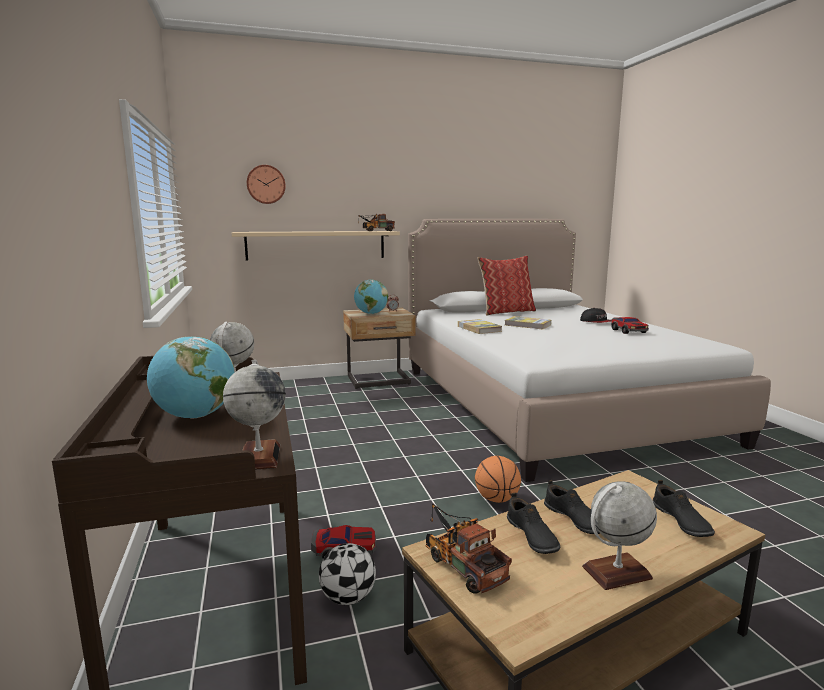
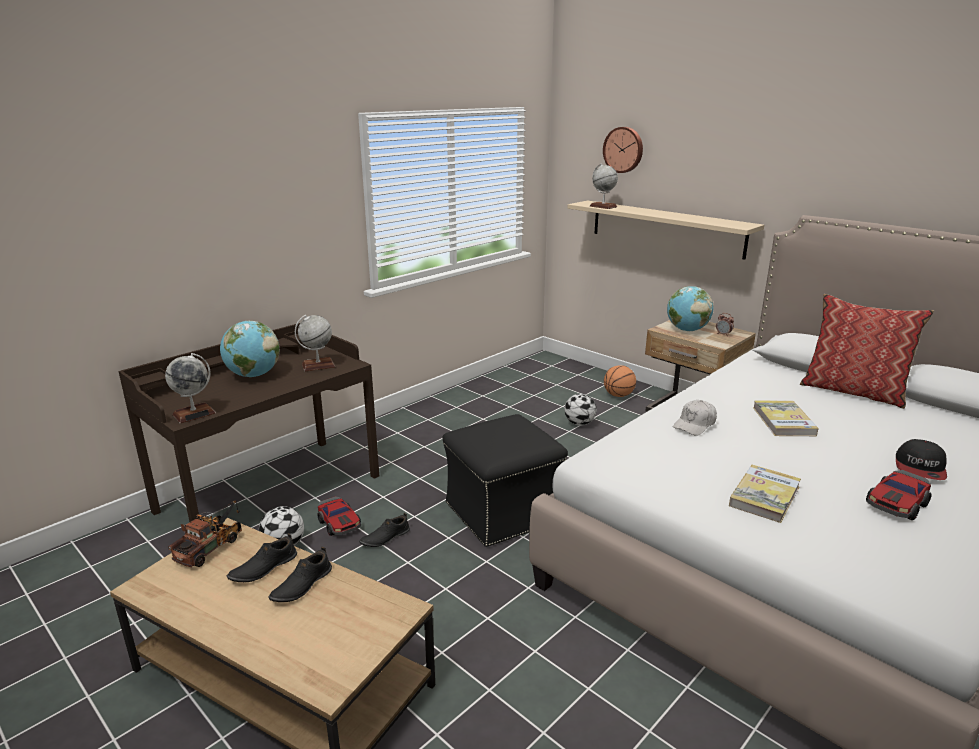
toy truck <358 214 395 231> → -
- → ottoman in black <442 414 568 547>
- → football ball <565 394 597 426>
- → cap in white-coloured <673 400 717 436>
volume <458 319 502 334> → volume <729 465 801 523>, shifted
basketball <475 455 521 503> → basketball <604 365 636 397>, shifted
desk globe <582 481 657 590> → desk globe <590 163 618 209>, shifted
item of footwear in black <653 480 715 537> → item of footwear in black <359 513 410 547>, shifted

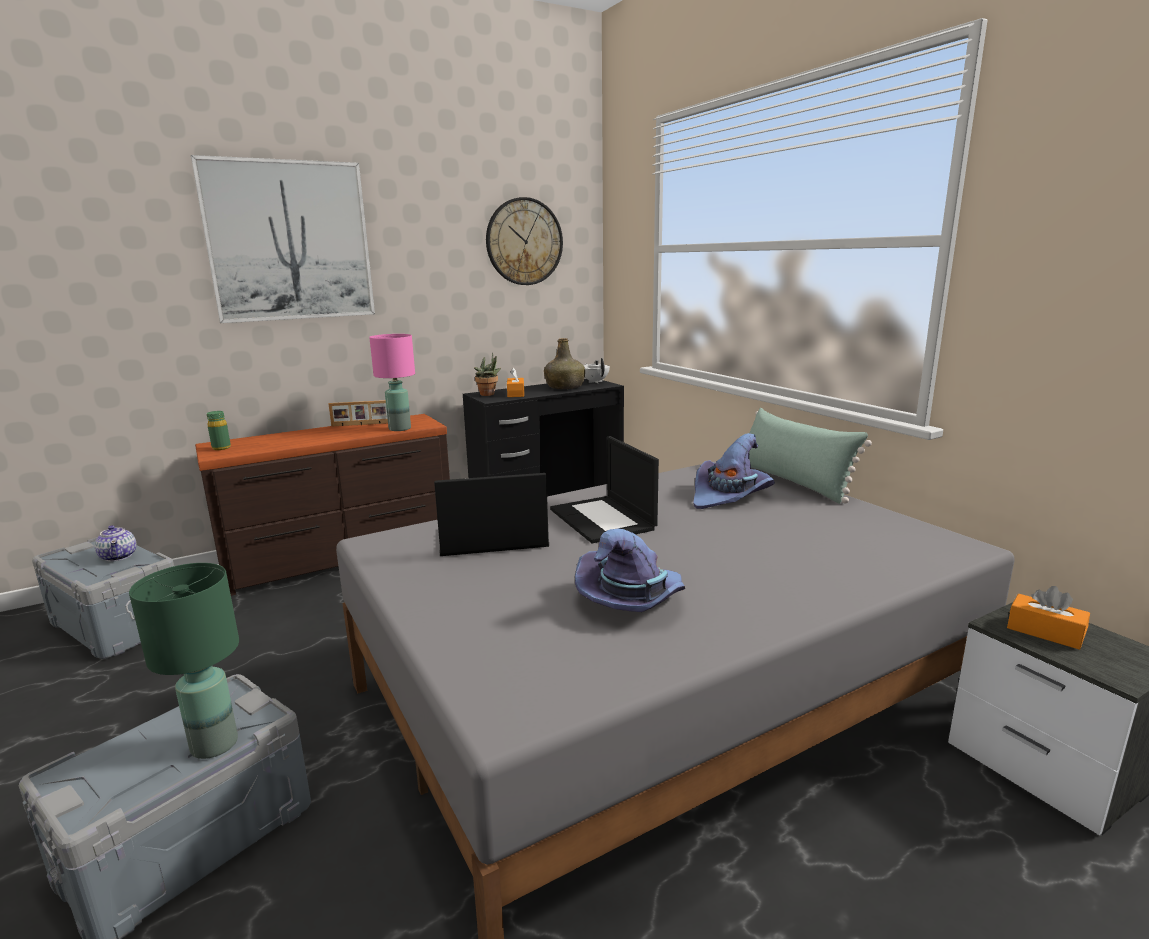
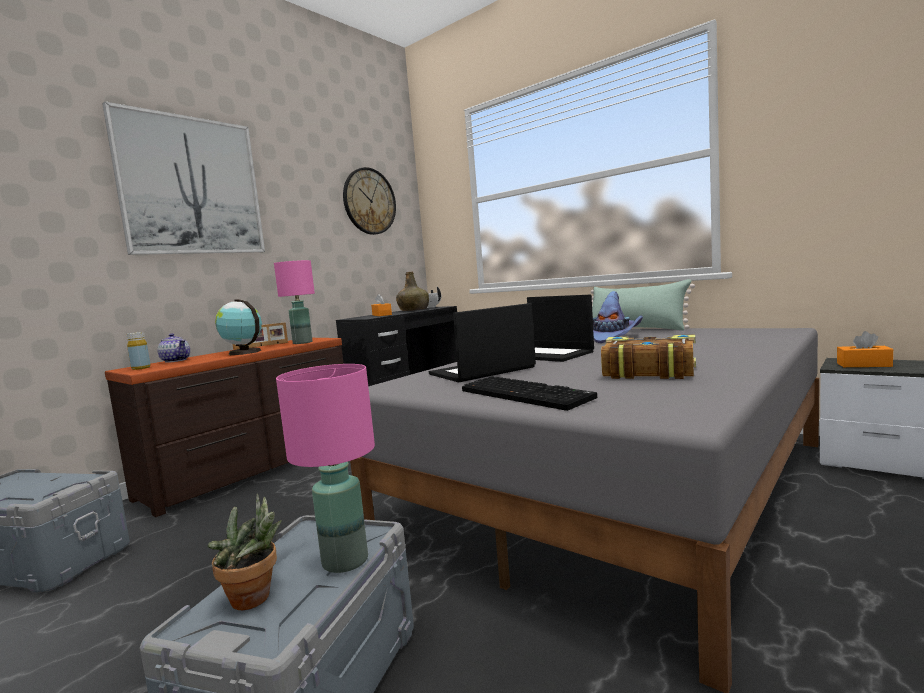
- → desk globe <215 299 262 355>
- → PC keyboard <462 376 597 411>
teapot <94 525 137 562> → teapot <157 333 190 363>, shifted
houseplant <474 353 501 396> → houseplant <207 494 282 610>, shifted
clothing hat in purple <575 528 685 612> → volume <601 335 696 379>
table lamp in greenish <129 563 239 759> → table lamp in pink-coloured <276 364 375 573>
bottle in greenish <207 411 231 450> → bottle in yellow <126 332 151 370>

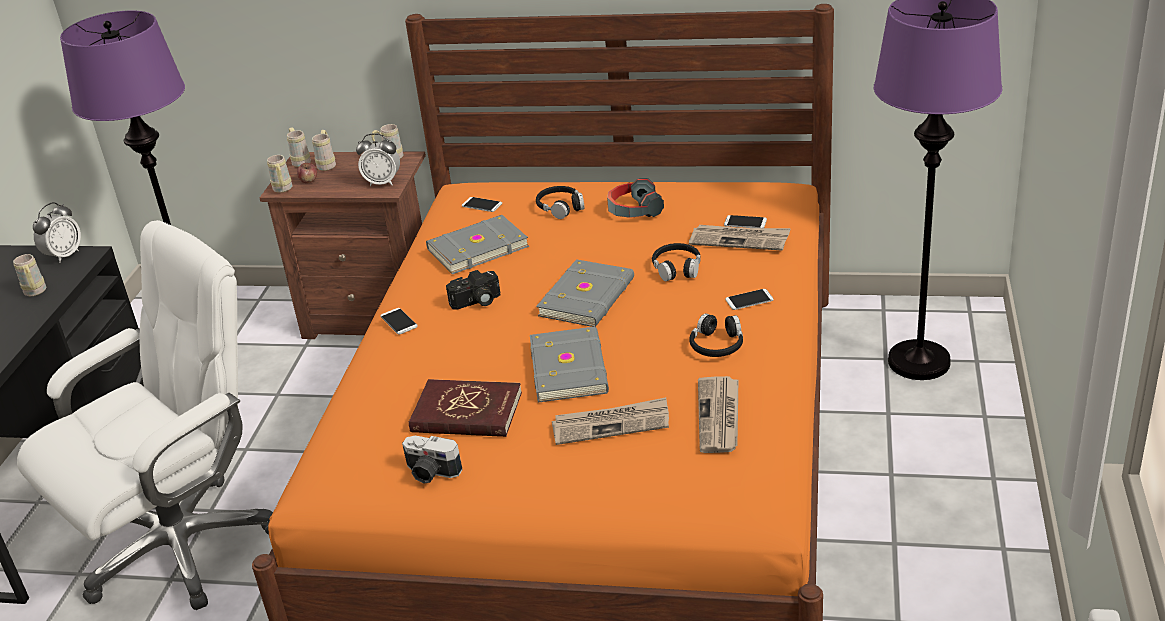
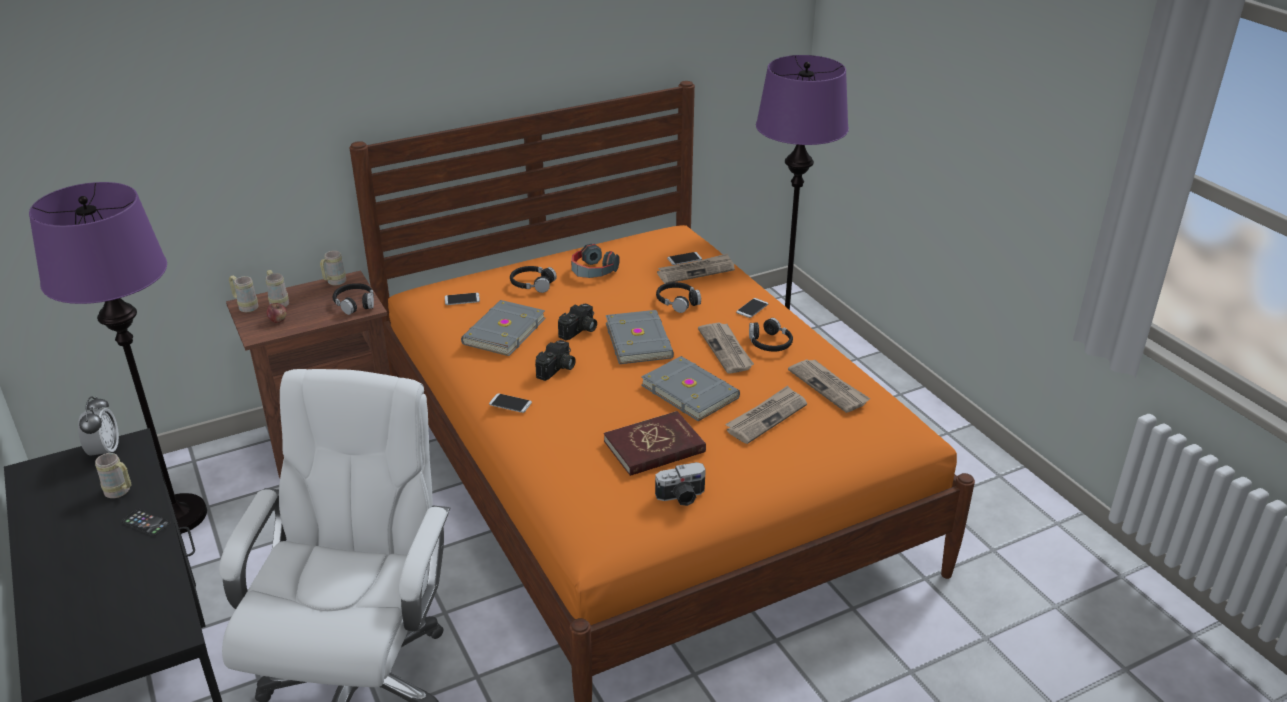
tea mug in beige <267 155 292 193> → -
- → handset <121 509 171 536>
- → photo camera <558 304 597 340>
- → printed paper <698 323 754 374>
alarm clock <356 133 400 186> → headphones in black <333 283 374 315>

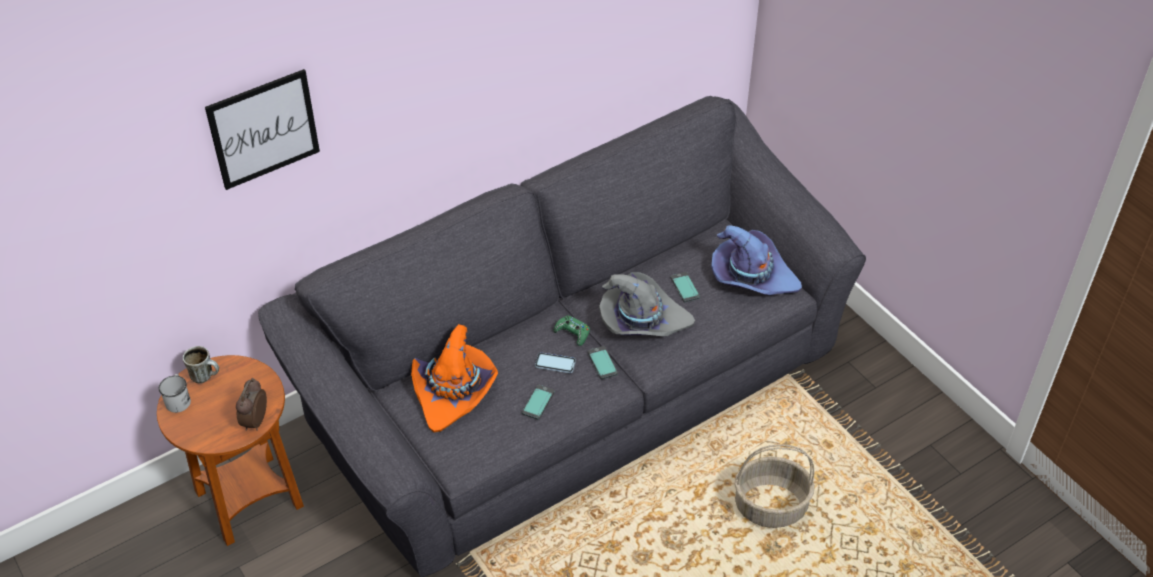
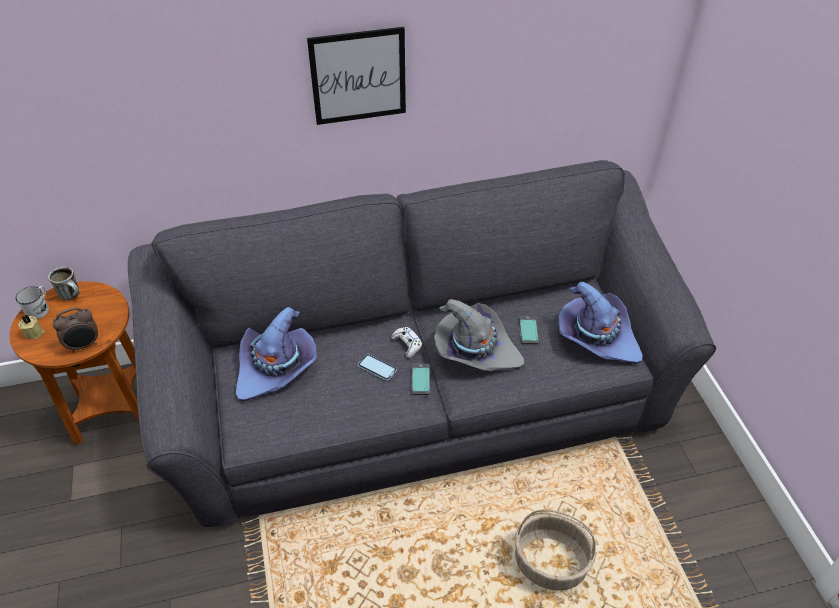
handset <522 385 555 420> → -
- → candle in beige <19 315 45 340>
wall art <205 69 320 190> → wall art <307 27 406 125>, shifted
clothing hat in orange-coloured <411 324 498 433> → clothing hat in purple <236 307 317 401>
joypad in greenish <554 315 590 346> → joypad in white-coloured <391 327 422 358>
alarm clock <236 378 267 431> → alarm clock <52 307 98 353>, 150 degrees counterclockwise

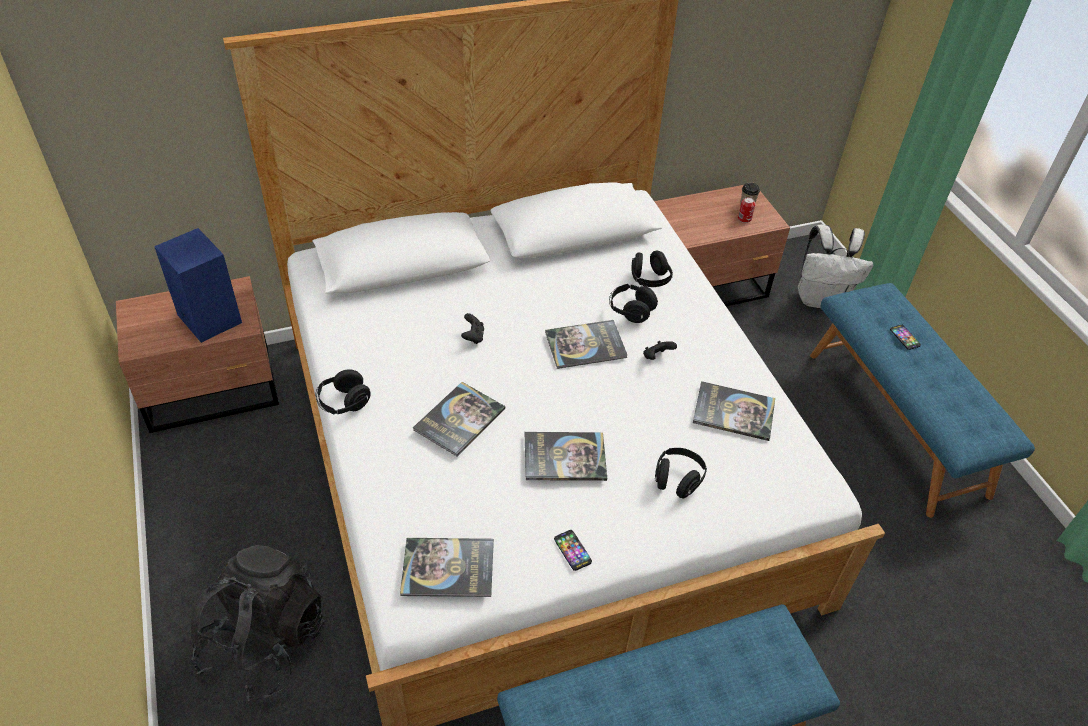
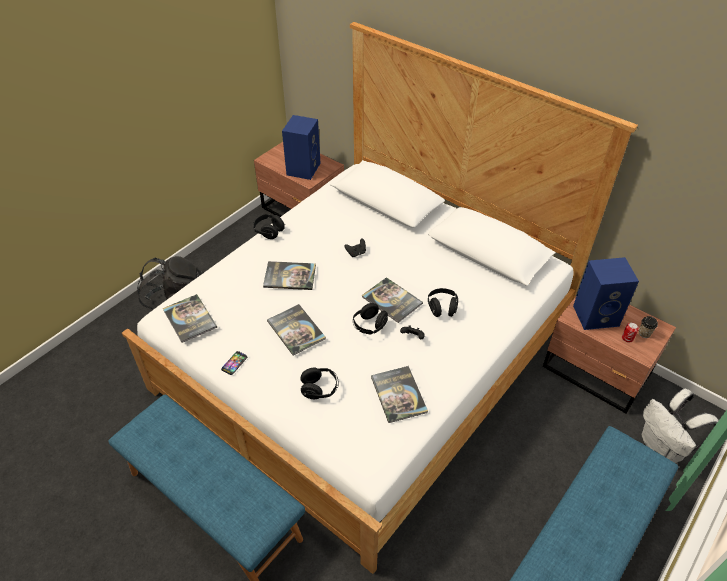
handset <890 325 921 350> → -
- → speaker in bluish <573 257 639 330>
headphones in black <632 250 673 287> → headphones in black <353 303 388 334>, shifted

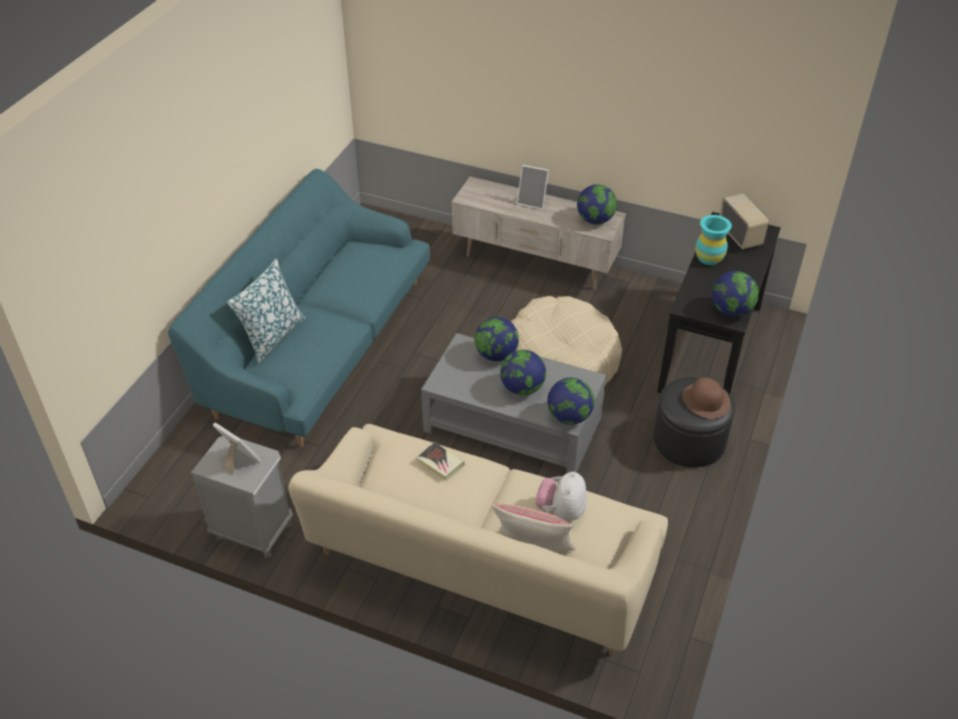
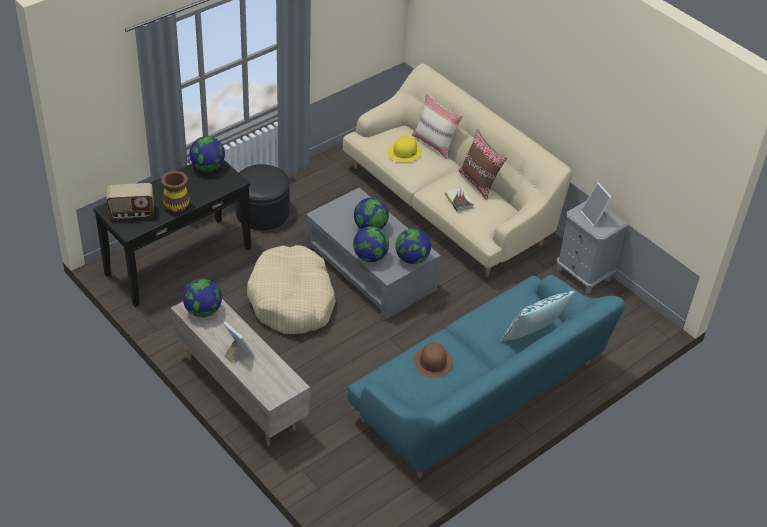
- → throw pillow in brown-coloured <458 130 507 200>
desk globe <547 378 594 425> → desk globe <395 228 431 264>, shifted
clothing hat in brown-coloured <682 378 730 419> → clothing hat in brown-coloured <413 342 453 378>, shifted
cuddly toy <536 471 587 521> → clothing hat in yellow <388 135 422 163>
flower vase in turquoise-coloured <695 215 732 265> → flower vase in brown-coloured <161 171 190 213>
radio set <719 193 769 249> → radio set <106 183 154 219>, 105 degrees counterclockwise

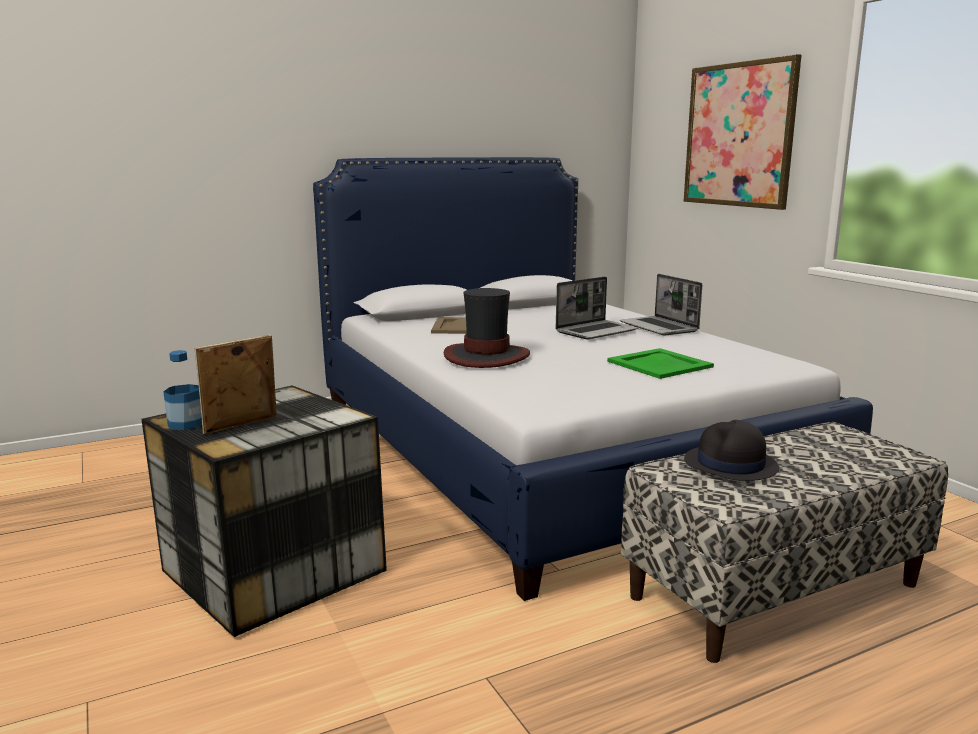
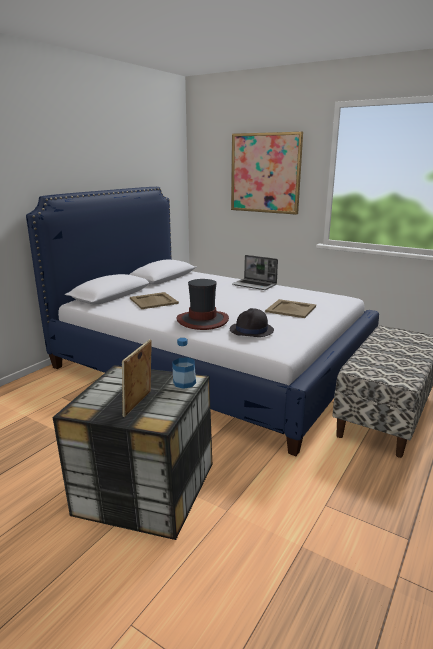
notebook computer <556 277 638 339> → -
bottle <163 350 202 430> → bottle <172 338 196 389>, shifted
clothing hat in black <684 420 779 481> → clothing hat in black <230 308 274 337>, shifted
serving tray in greenish <607 348 714 379> → serving tray in beige <265 299 316 318>

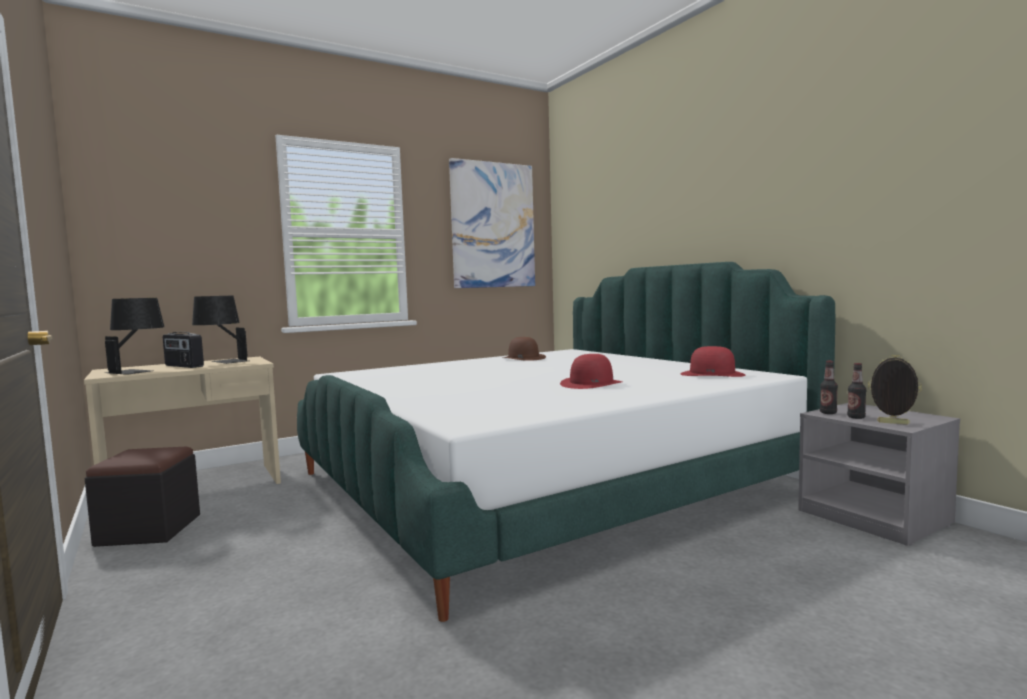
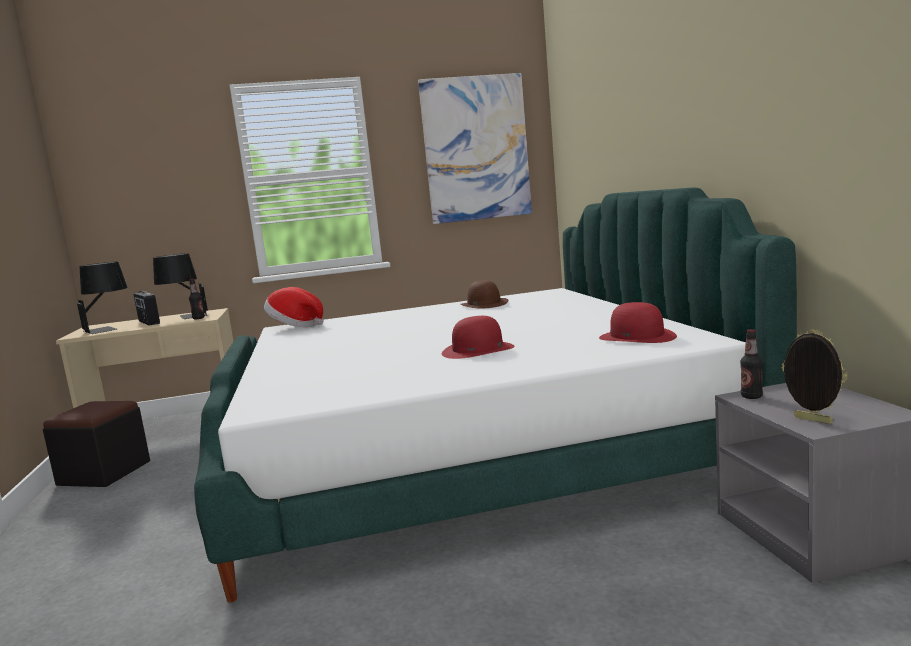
- → clothing hat <264 287 324 327>
bottle <847 363 866 419> → bottle <189 279 205 319>, shifted

